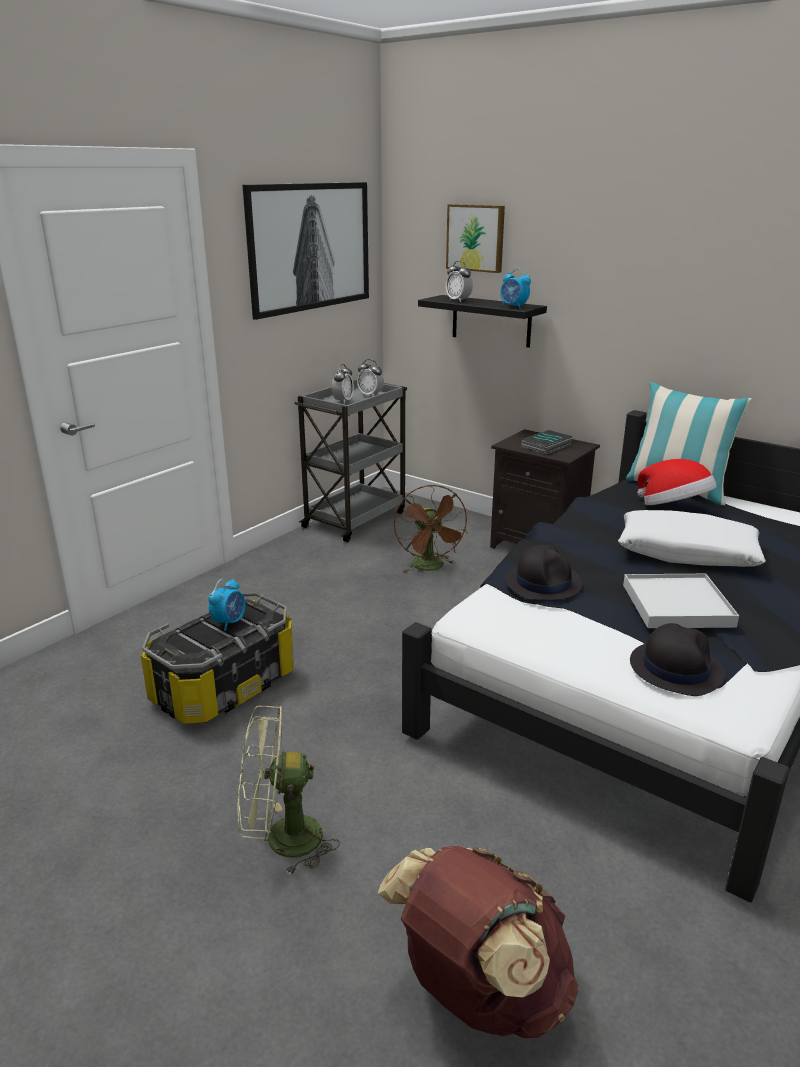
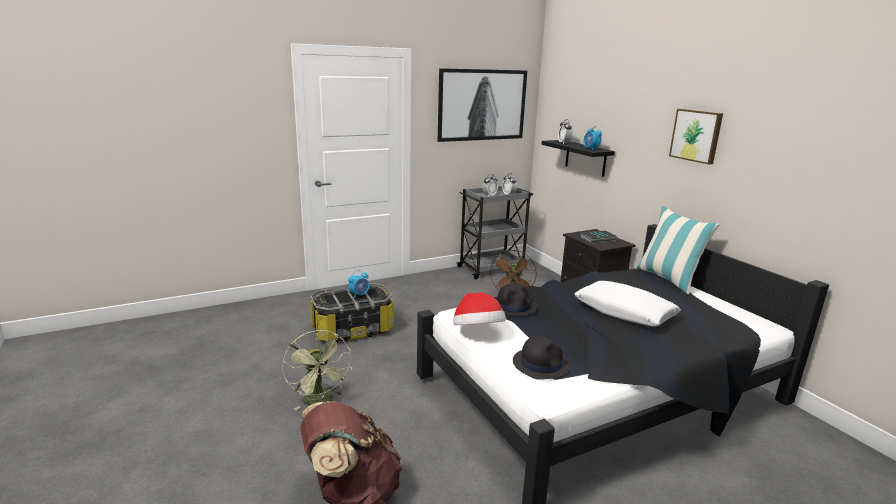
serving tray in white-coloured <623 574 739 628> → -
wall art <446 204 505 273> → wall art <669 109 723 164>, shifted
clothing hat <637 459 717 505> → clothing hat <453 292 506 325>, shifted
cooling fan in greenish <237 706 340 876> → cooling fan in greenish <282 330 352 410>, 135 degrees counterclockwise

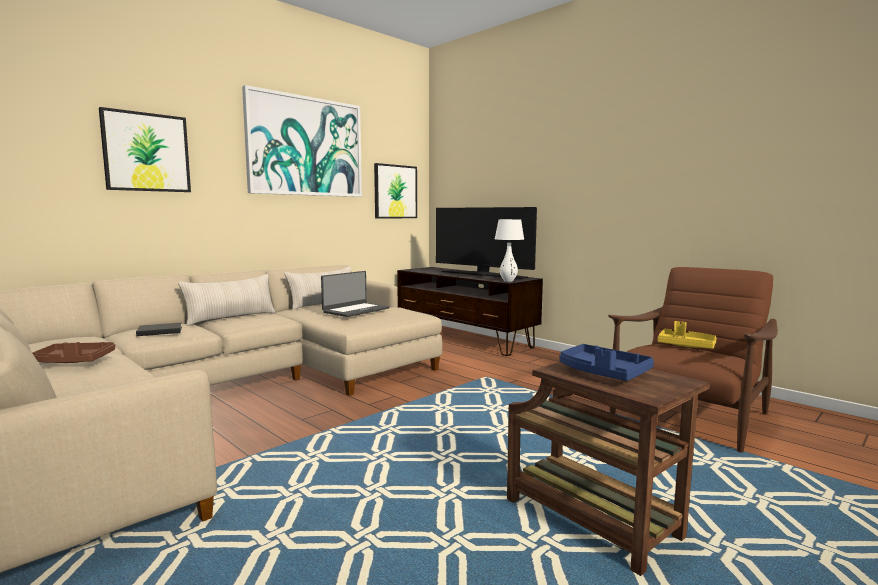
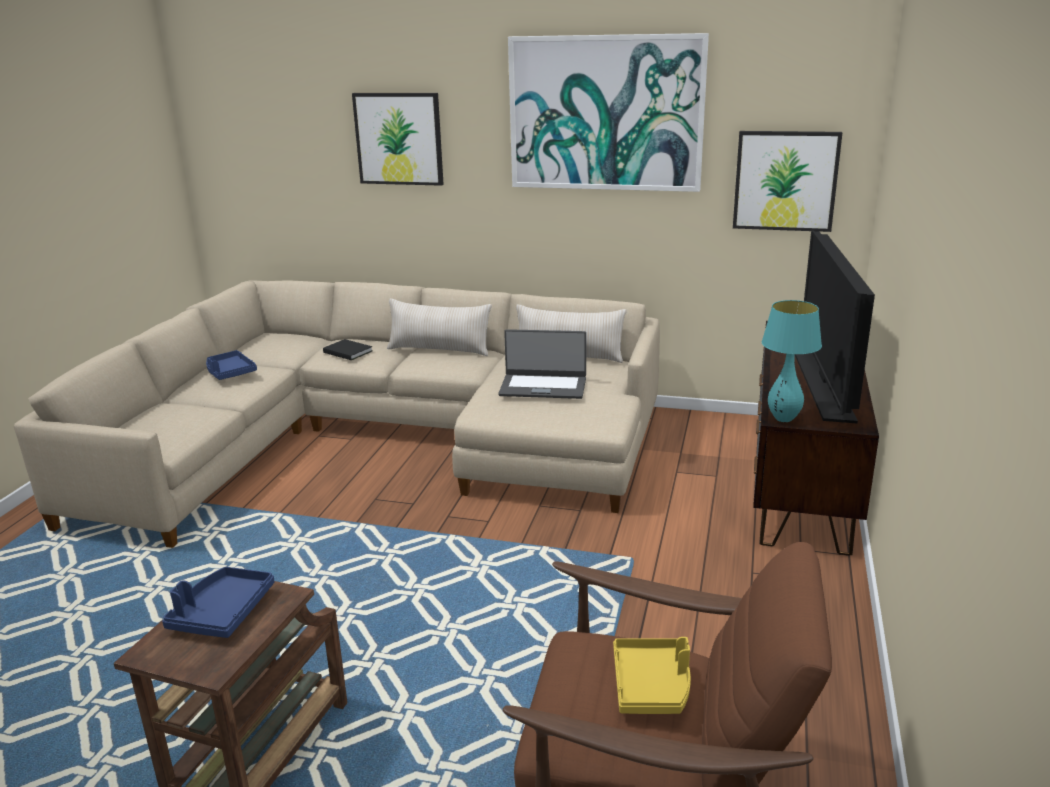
serving tray in brown-coloured <32 342 115 363> → serving tray in bluish <206 350 257 380>
table lamp in white-coloured <495 219 524 282> → table lamp in turquoise-coloured <762 300 822 422>

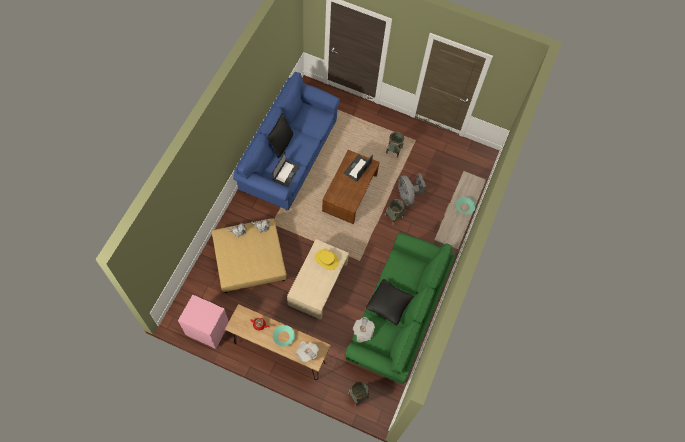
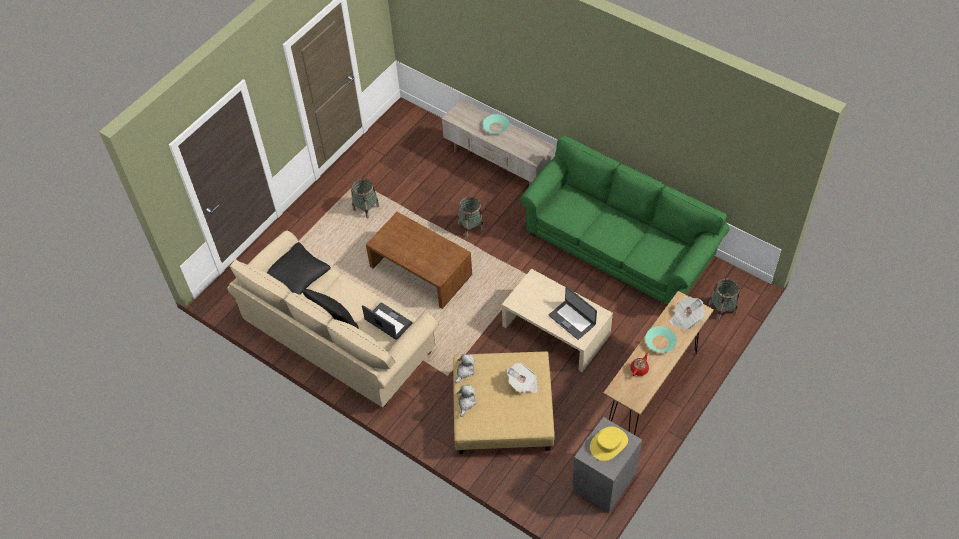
cooling fan in gray <398 173 426 206> → -
clothing hat in yellow <315 249 339 270> → clothing hat in yellow <590 426 628 461>, shifted
notebook computer <344 155 373 181> → notebook computer <549 287 597 340>, shifted
printed paper <353 317 375 343> → printed paper <507 363 538 394>, shifted
throw pillow in black <366 279 414 325> → throw pillow in black <267 242 331 295>, shifted
nightstand in pink-coloured <178 295 229 349> → nightstand in gray <572 417 642 513>
settee in bluish <233 72 340 210> → settee in beige <228 230 439 407>

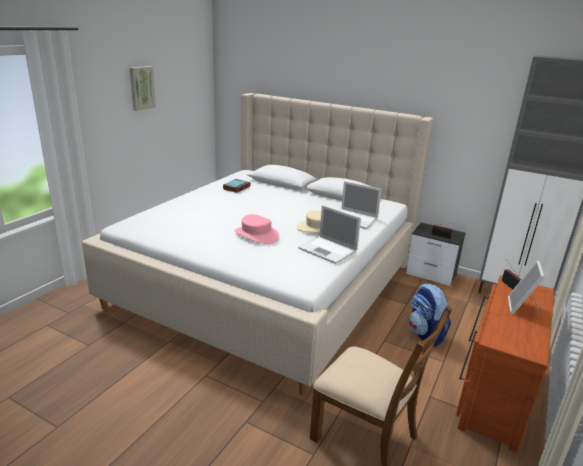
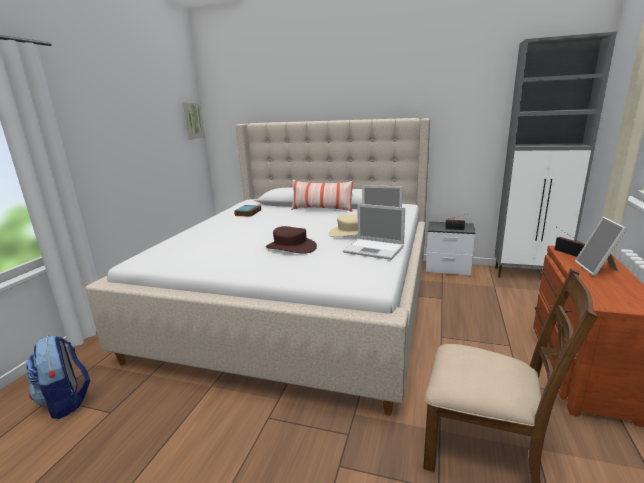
- → throw pillow <291 180 354 212>
wall art <130 66 156 111> → wall art <183 102 205 140>, shifted
backpack <409 283 451 347> → backpack <26 335 90 419>, shifted
clothing hat in pink-coloured <235 214 279 244> → clothing hat in brown-coloured <266 226 317 254>

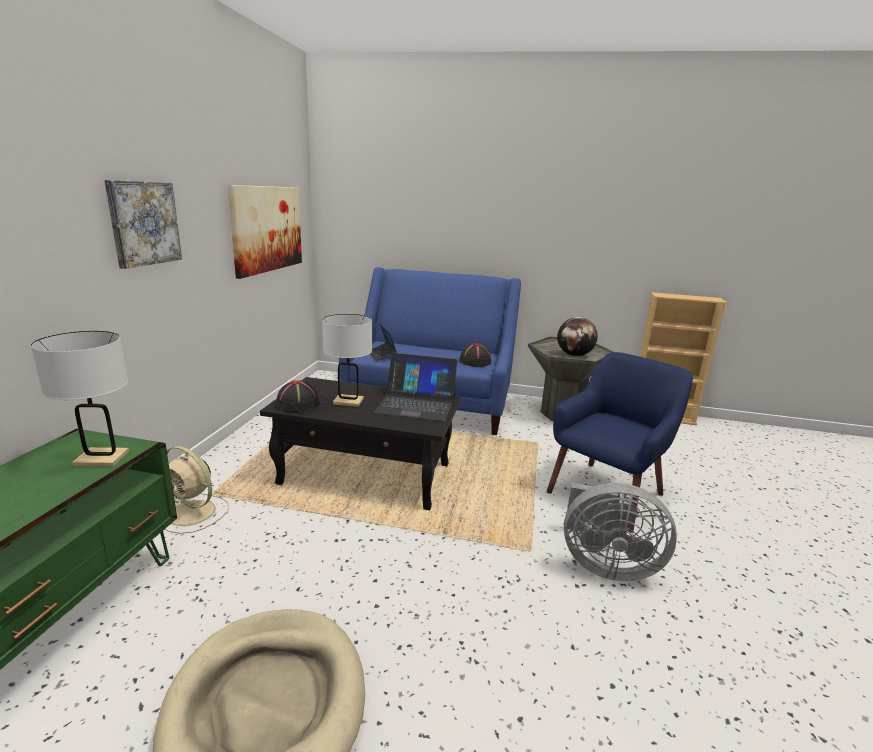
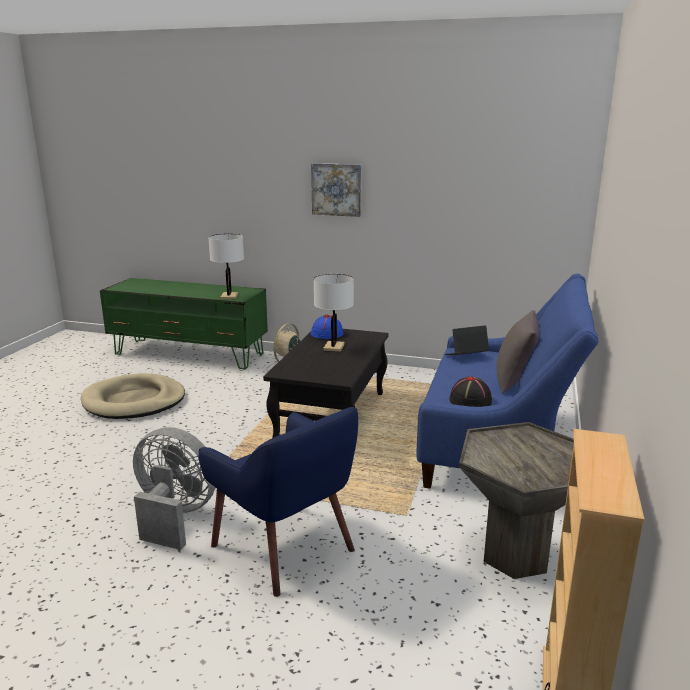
wall art <227 185 302 279> → -
notebook computer <374 353 457 421> → -
desk globe <557 317 598 356> → -
- → throw pillow in gray <496 310 540 394>
clothing hat in black <276 380 320 413> → clothing hat in bluish <311 315 344 339>
cooling fan in gray <564 483 677 581> → cooling fan in gray <133 427 216 550>, 90 degrees clockwise

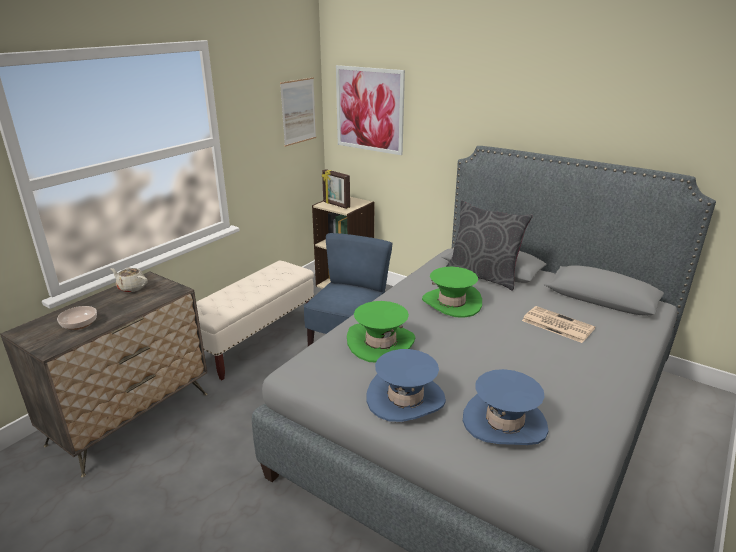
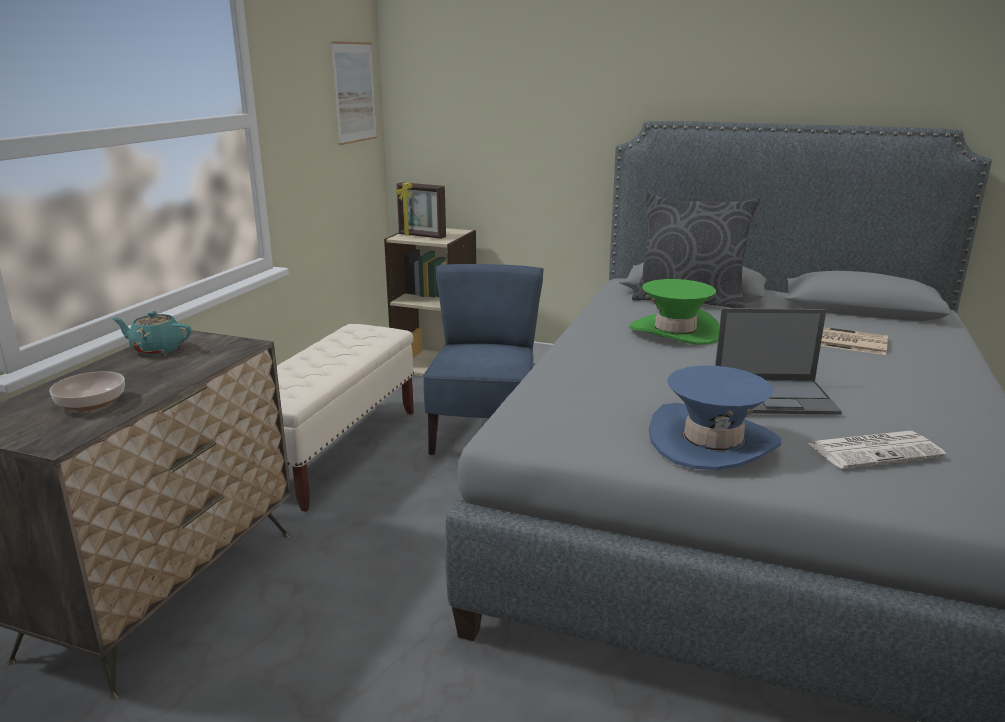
wall art <336 65 405 155> → -
clothing hat in greenish <347 301 415 363> → -
- → notebook computer <715 308 842 415>
clothing hat in bluish <463 369 548 445> → printed paper <808 431 947 469>
teapot in beige <110 267 148 292> → teapot in turquoise-coloured <112 311 191 355>

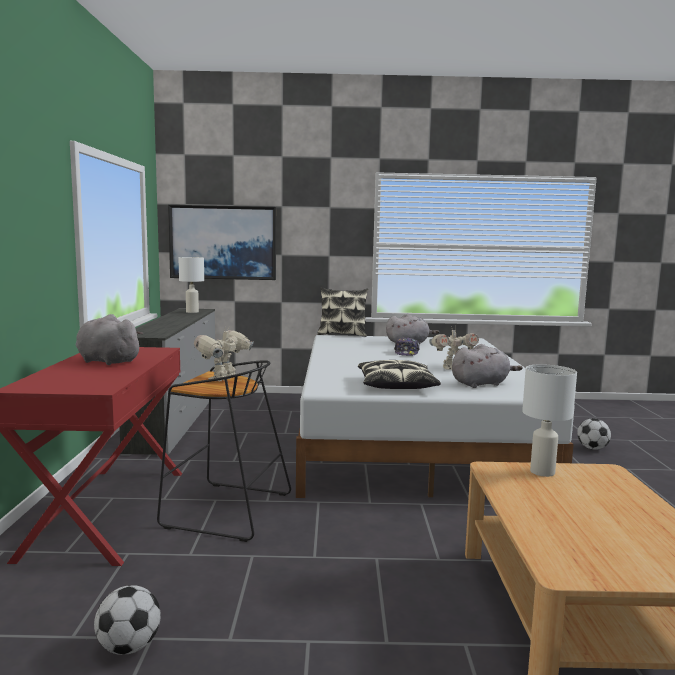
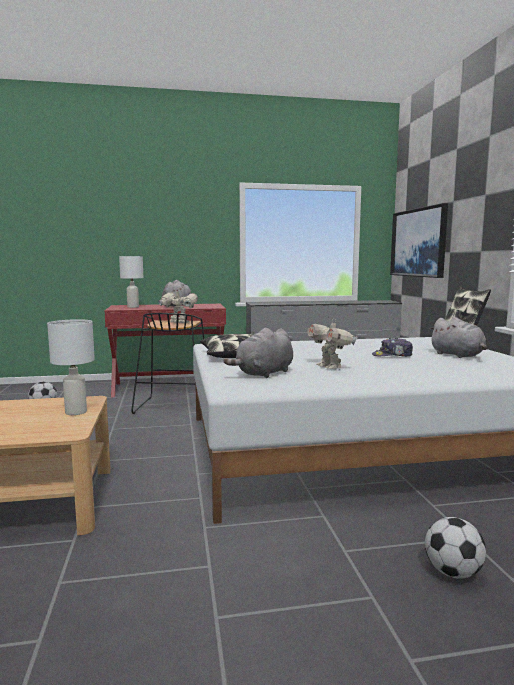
table lamp in white-coloured <178 257 204 313> → table lamp in white-coloured <119 256 143 308>, shifted
cuddly toy in gray <452 344 523 388> → cuddly toy in gray <224 328 293 378>, 75 degrees clockwise

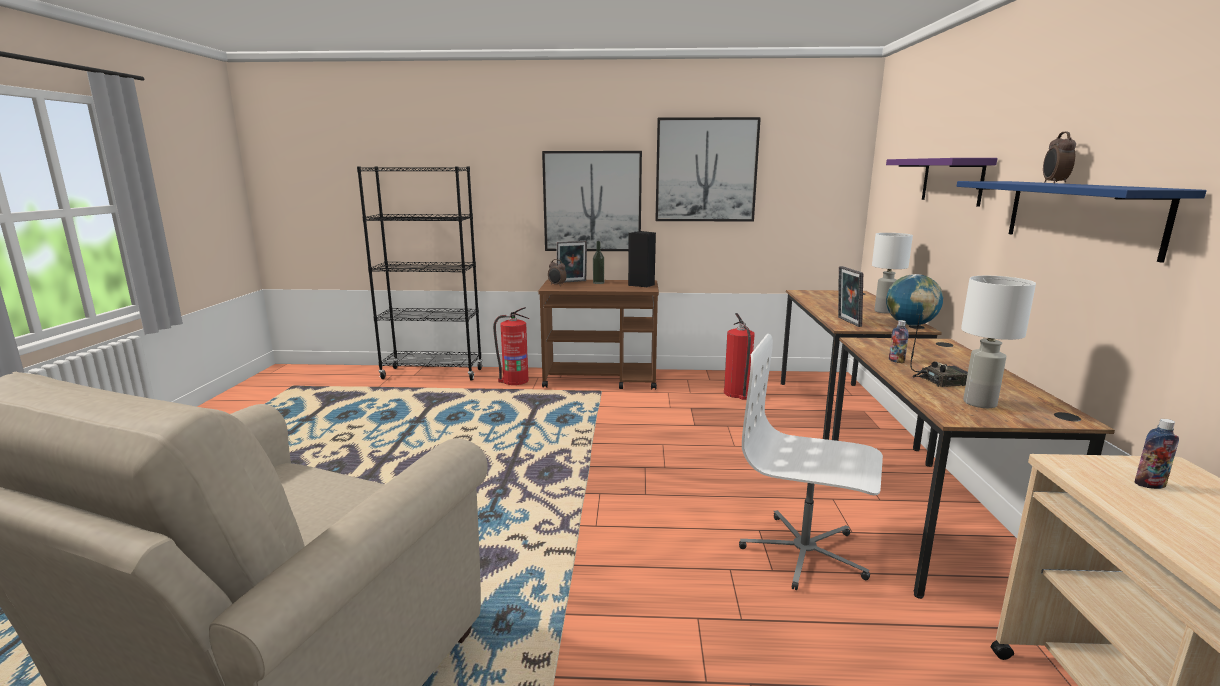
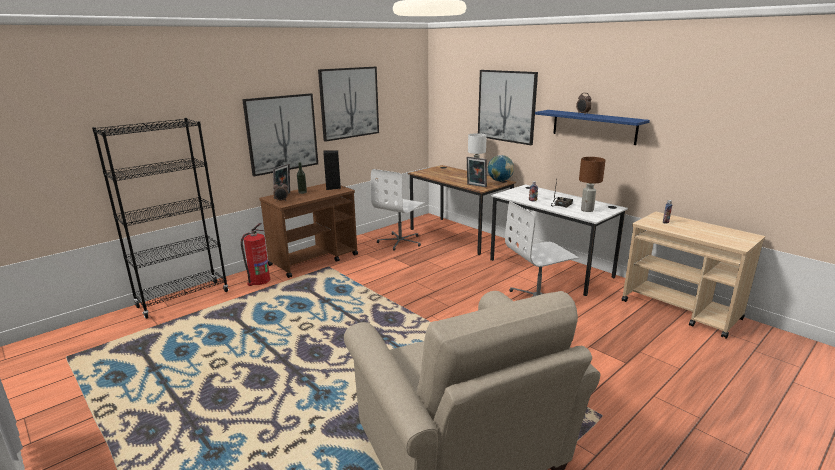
extinguisher <724 313 755 400> → office chair in white-coloured <371 169 425 251>
shelf in purple <886 158 998 207> → wall art <478 70 538 145>
desk table in brown-coloured <832 337 1115 599> → desk table in white-coloured <490 184 628 296>
table lamp in white-coloured <961 276 1036 408> → table lamp in brown-coloured <579 157 606 212>

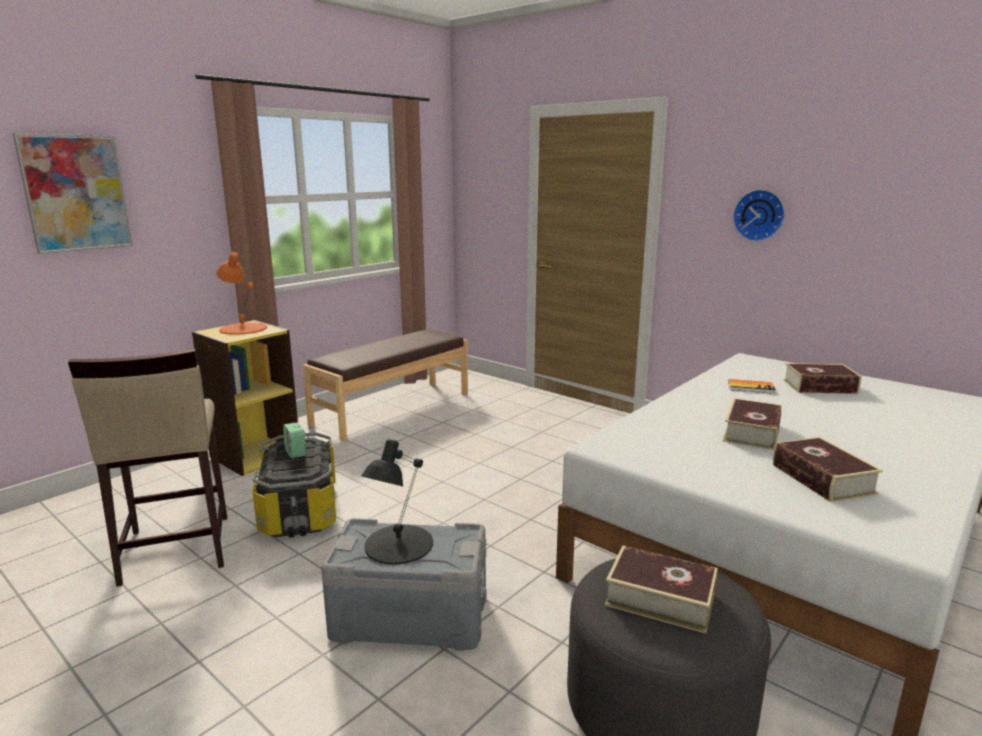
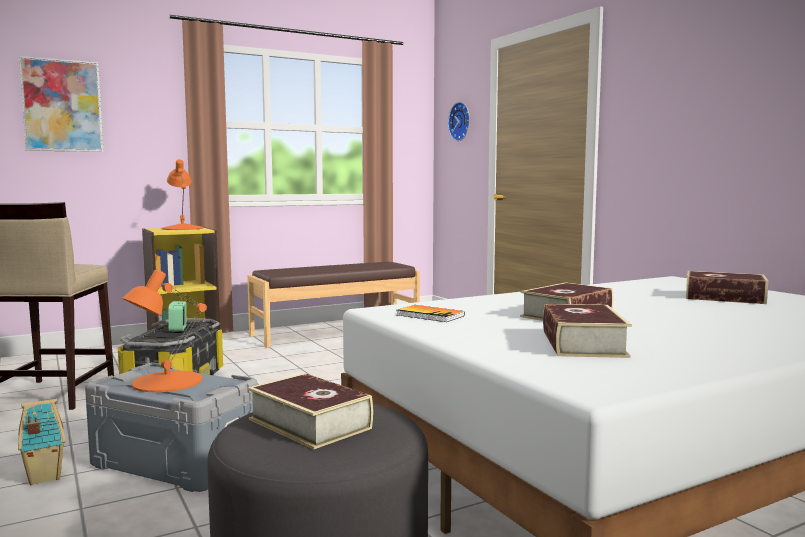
- → toy house <18 399 65 485>
volume <728 379 776 394> → volume <397 305 465 322>, shifted
hanging clock <733 189 785 242> → hanging clock <448 102 470 141>, shifted
table lamp in black <361 439 433 565> → table lamp in orange-coloured <122 269 207 392>

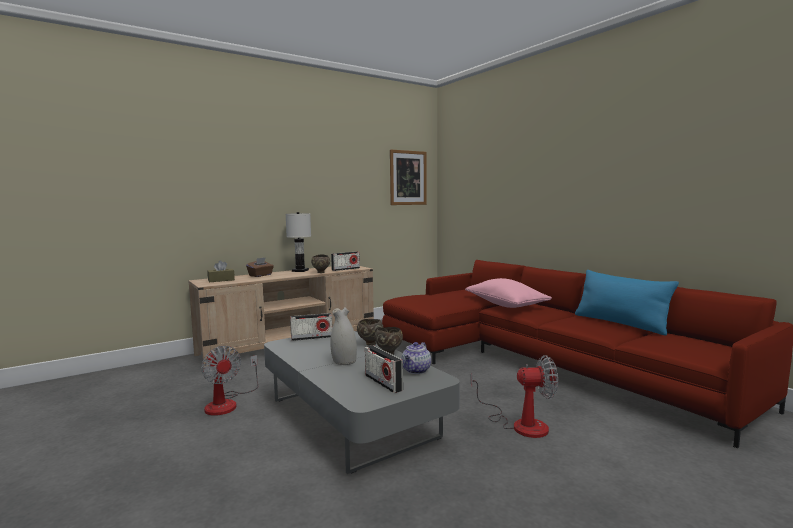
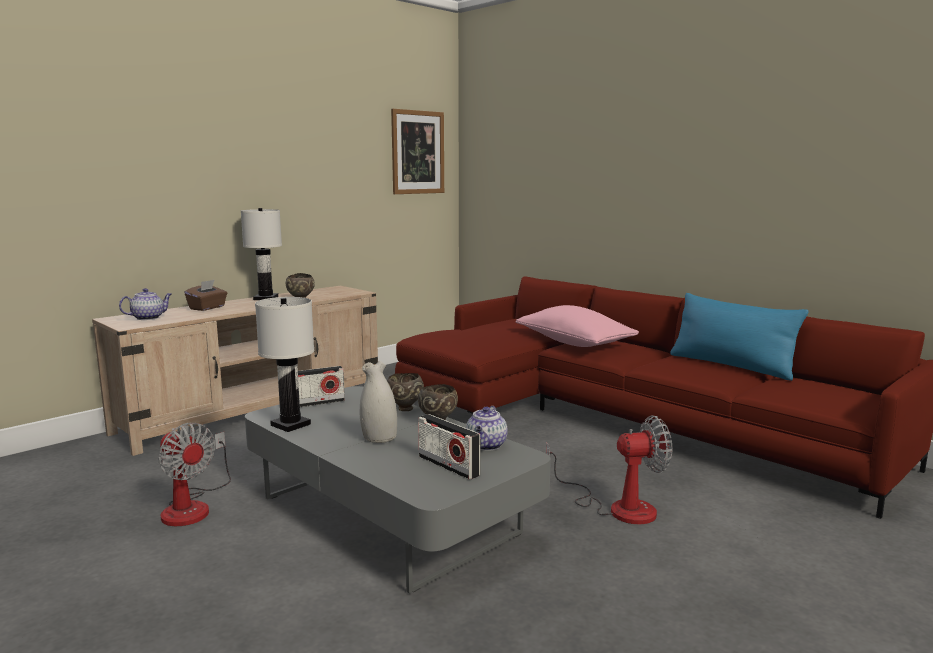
radio set <331 251 360 271> → -
- → table lamp in white-coloured <255 297 314 432>
box of tissues in brown-coloured <207 260 235 282> → teapot <119 288 172 320>

